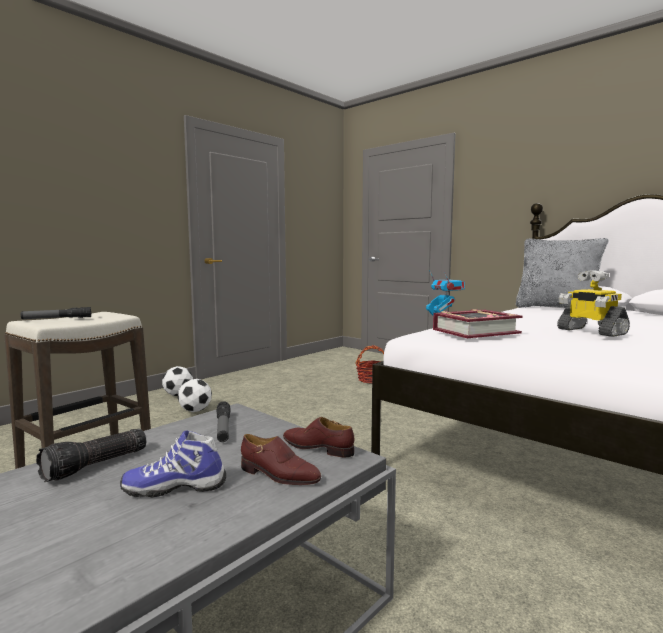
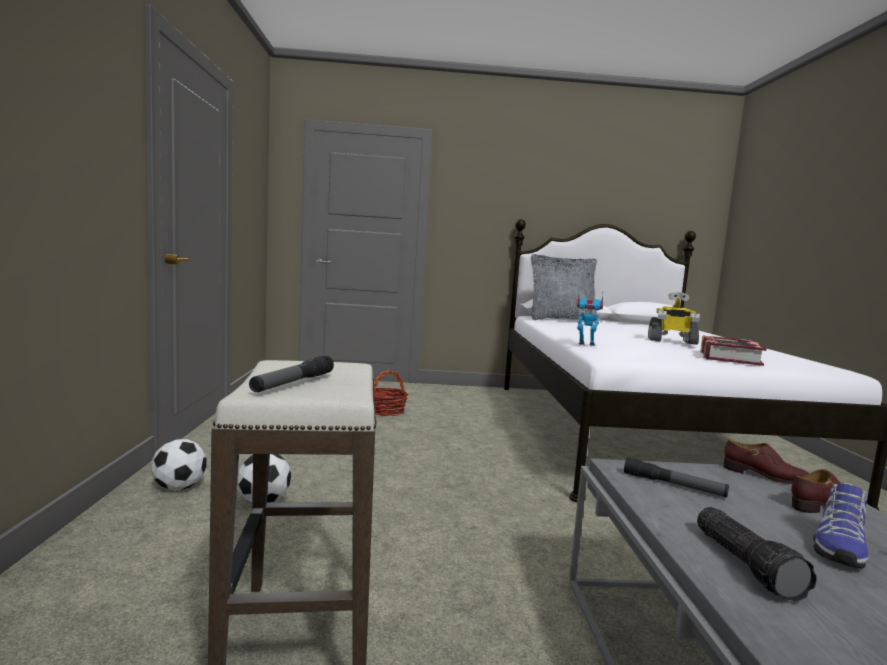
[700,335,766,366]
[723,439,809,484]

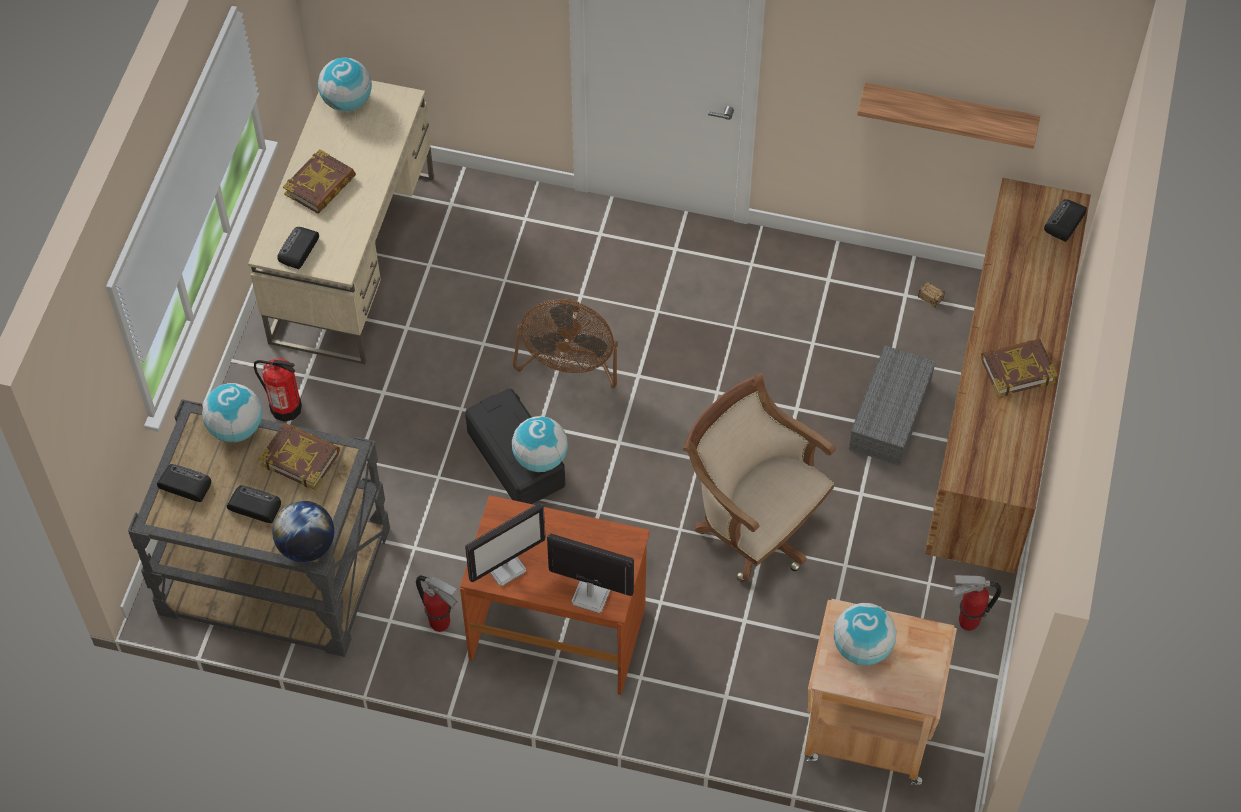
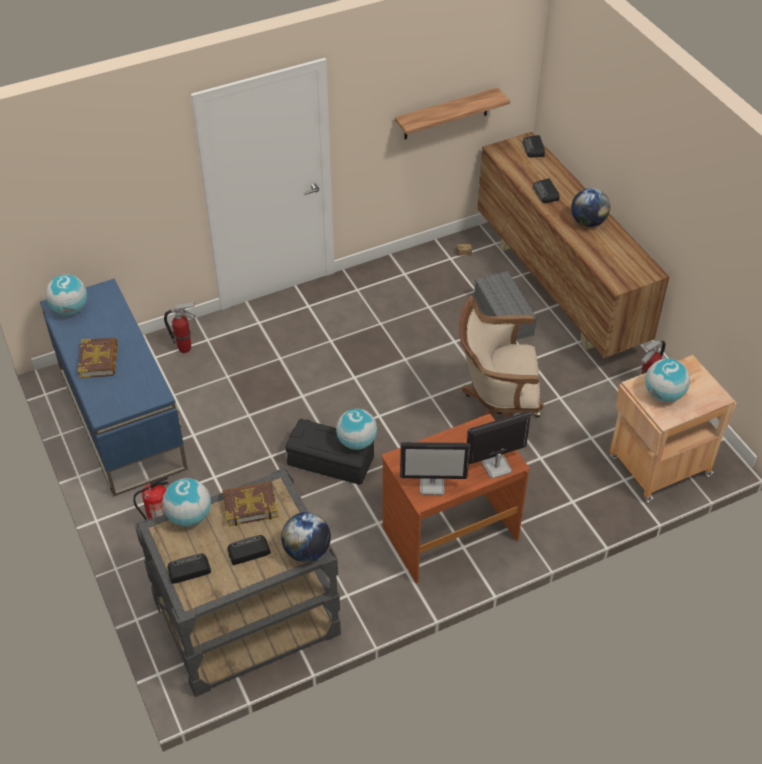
[40,279,188,497]
[164,302,196,353]
[400,442,470,495]
[533,178,559,203]
[571,188,610,227]
[513,298,618,388] (first image)

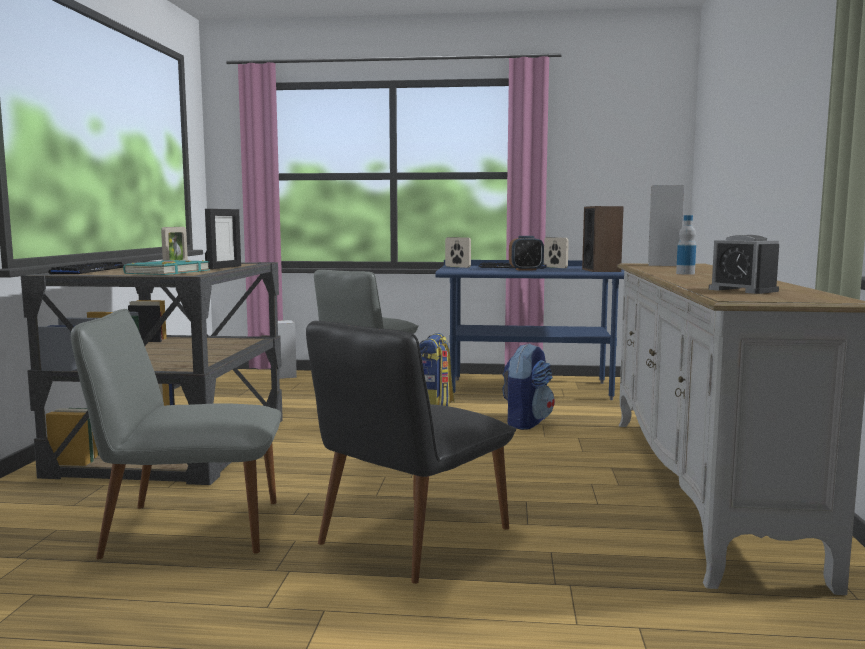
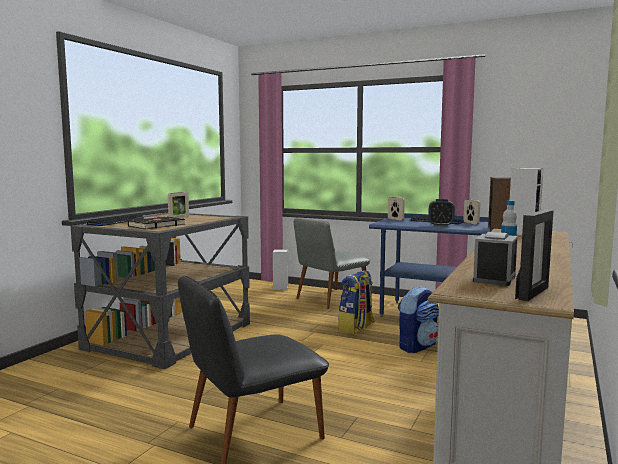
[128,216,185,229]
[473,232,518,286]
[515,210,554,301]
[71,309,281,560] (first image)

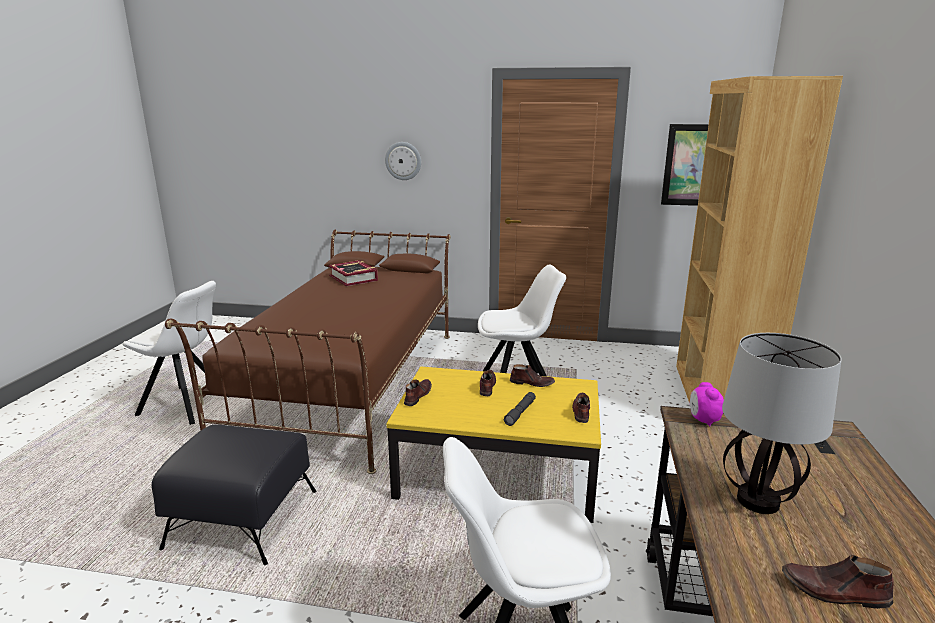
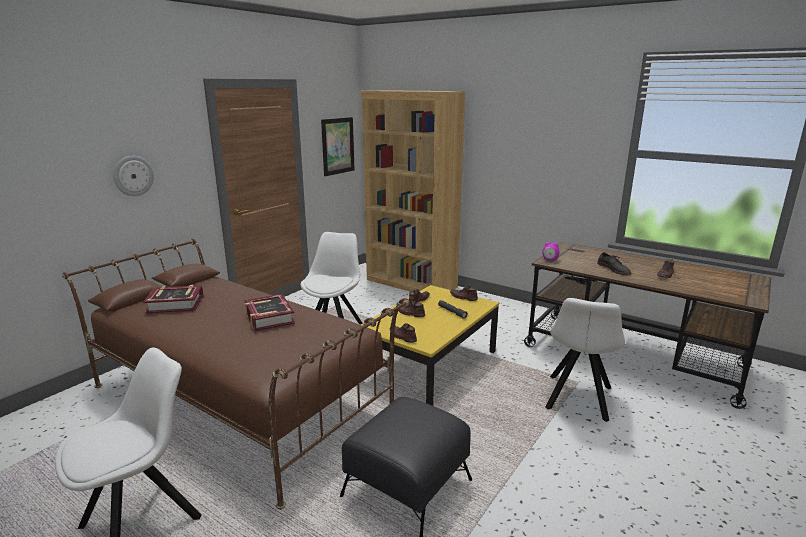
[245,294,295,331]
[597,252,631,275]

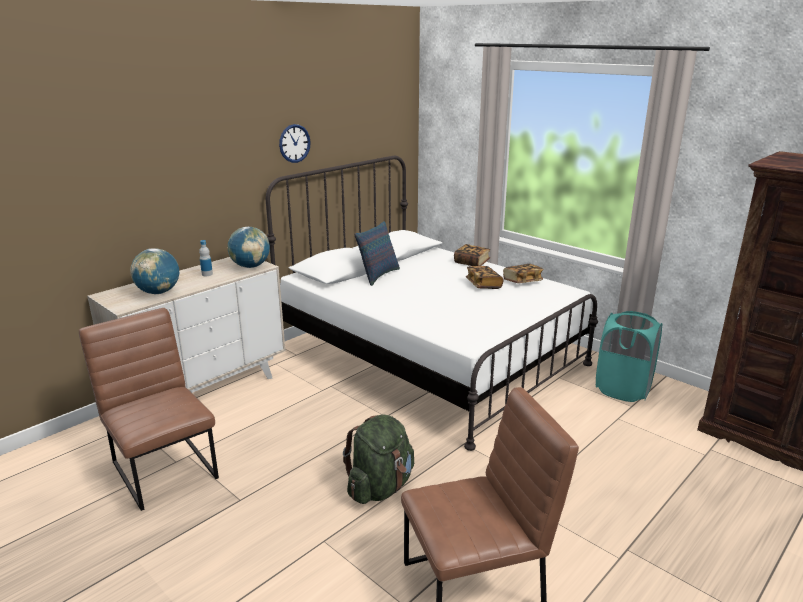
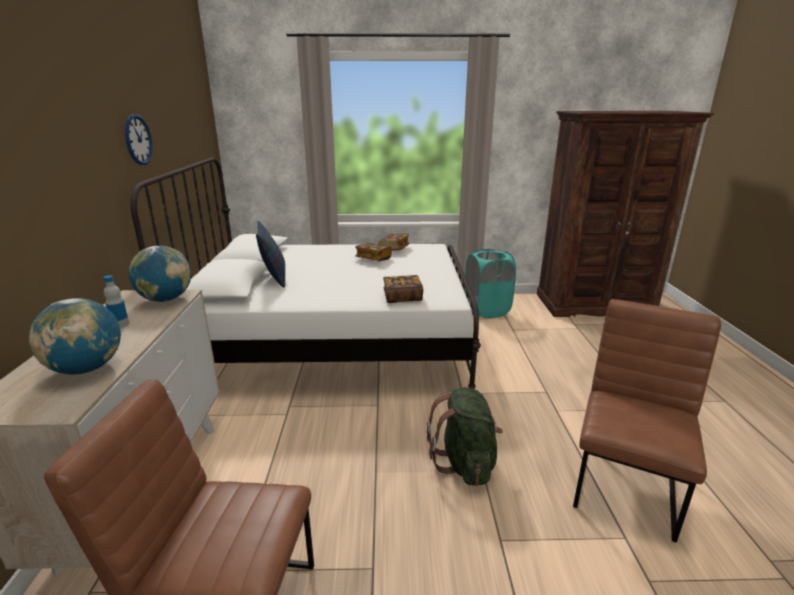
[383,275,423,303]

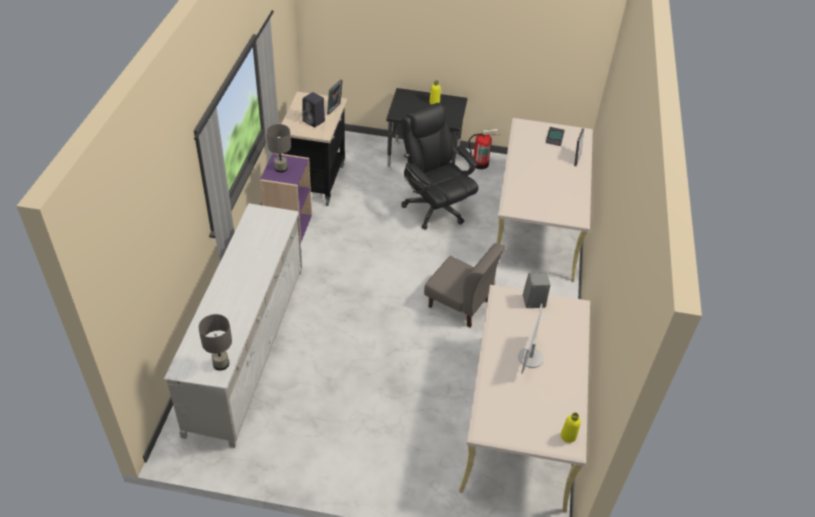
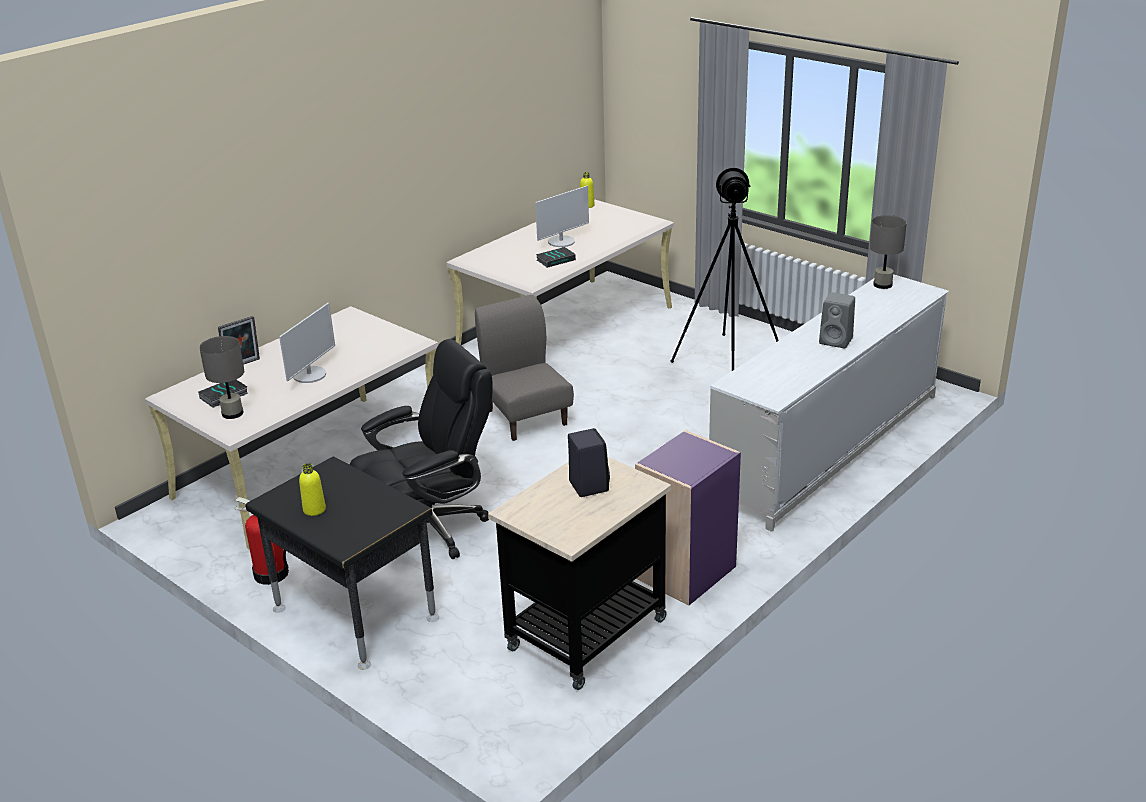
[200,336,244,419]
[279,303,335,383]
[350,339,493,559]
[536,247,576,268]
[670,168,779,371]
[819,292,855,348]
[327,79,343,115] (first image)

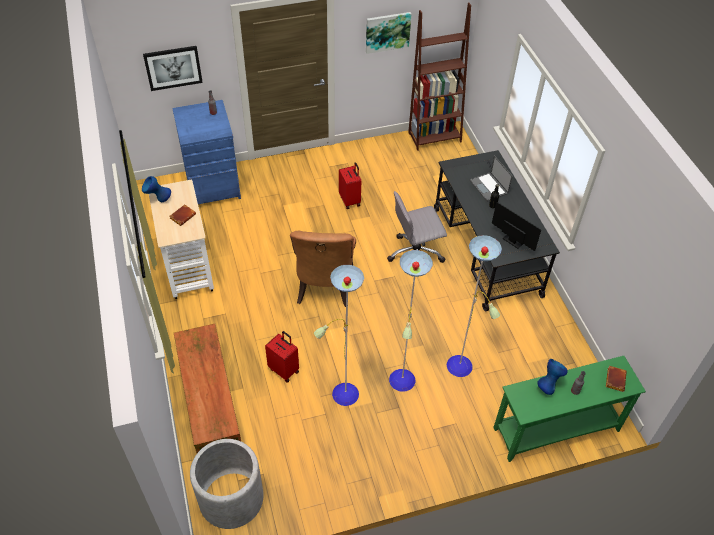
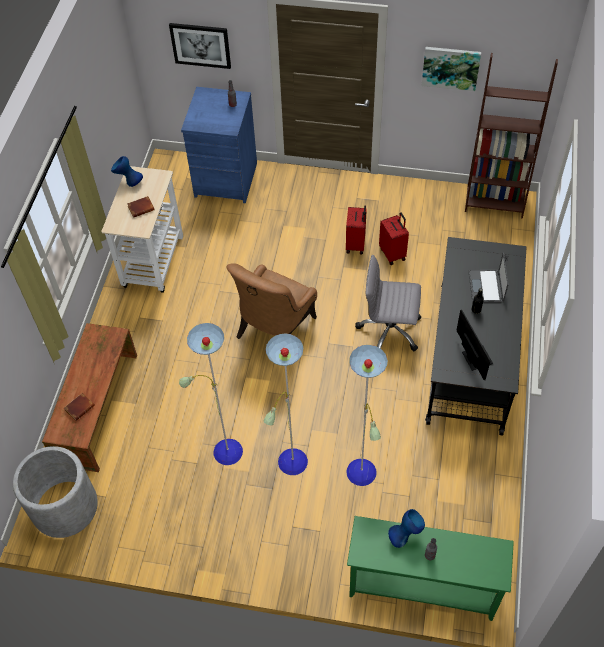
[64,393,95,421]
[379,212,409,265]

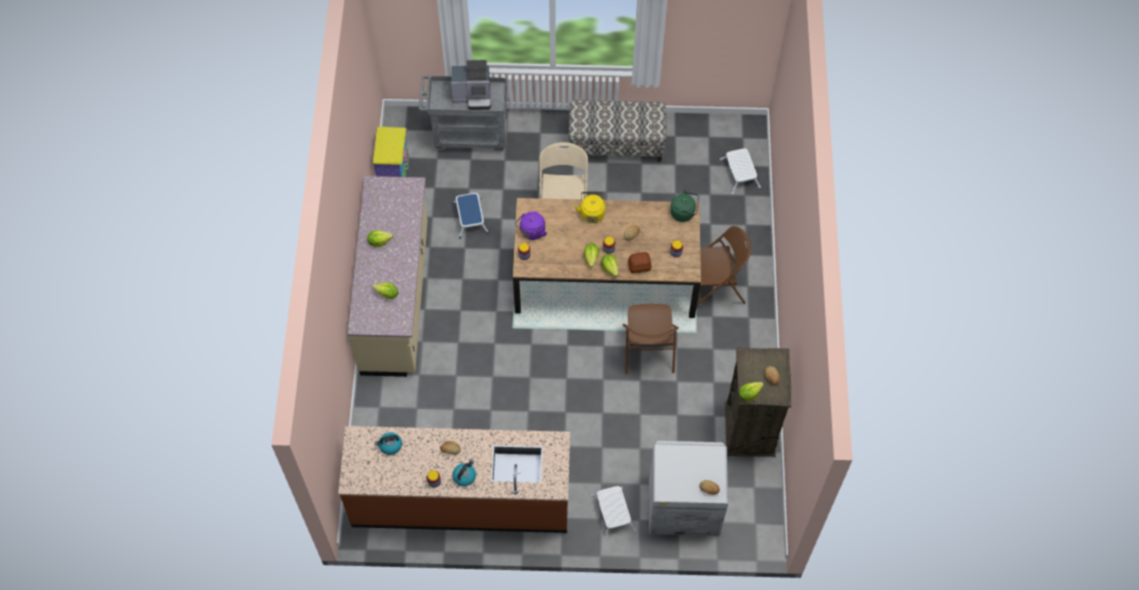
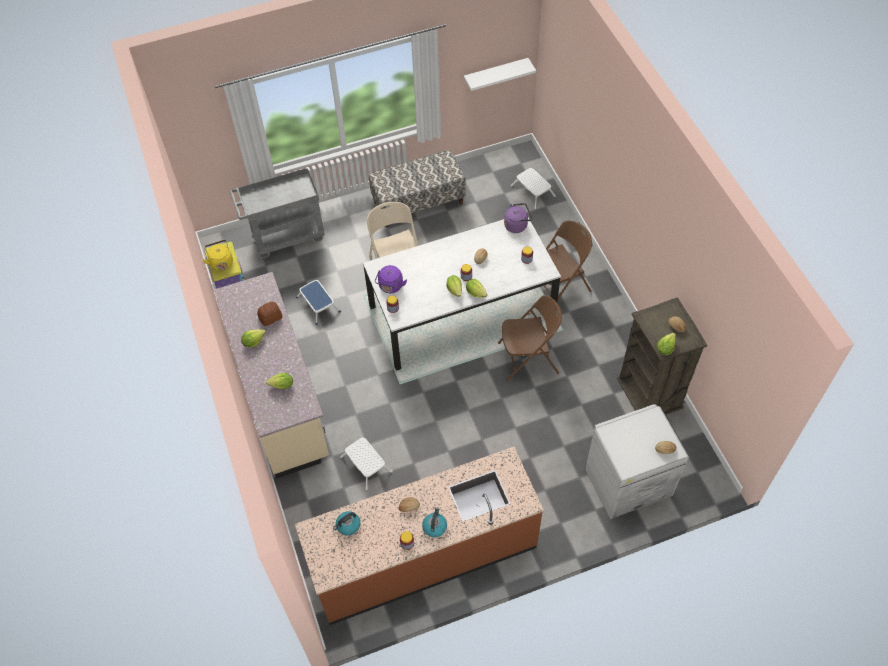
[203,240,233,271]
[257,302,283,326]
[340,437,393,490]
[363,217,561,371]
[464,58,536,91]
[498,295,562,382]
[504,203,532,233]
[451,60,491,110] (first image)

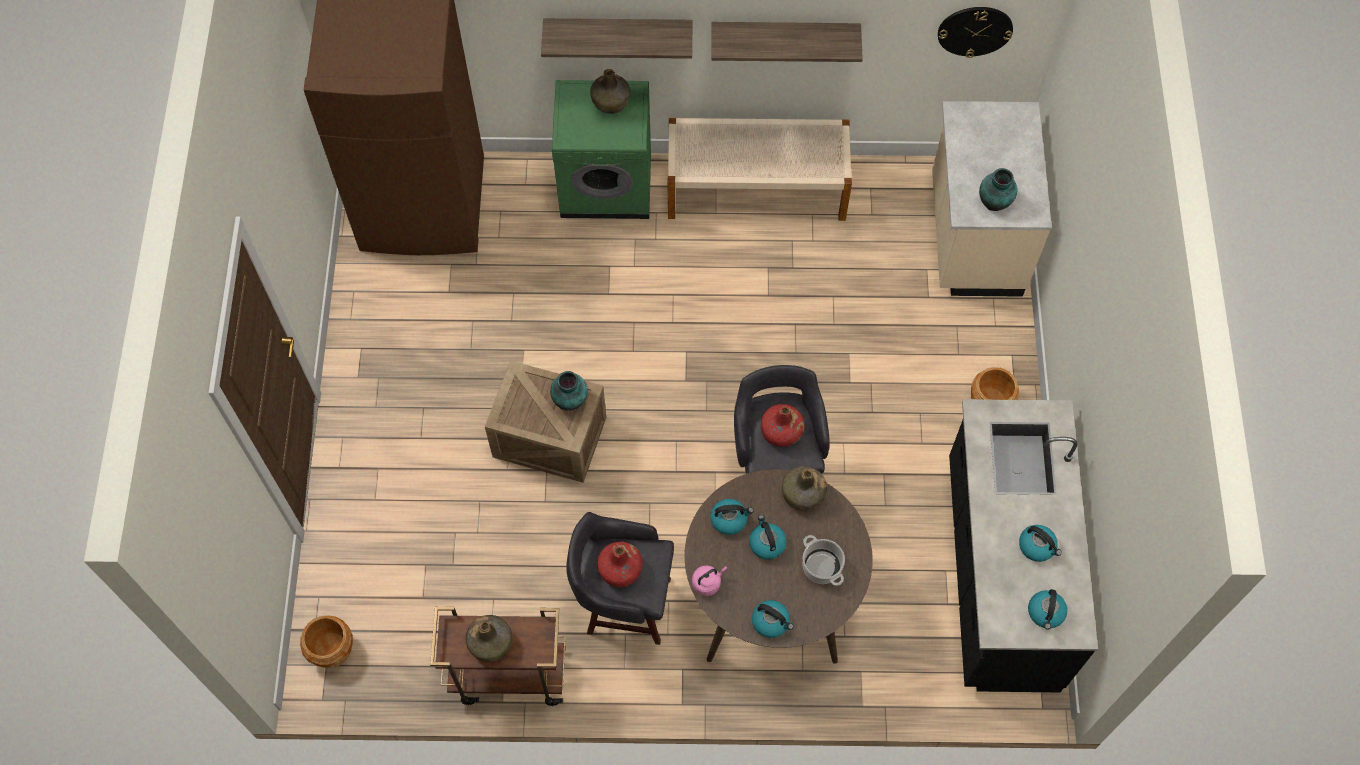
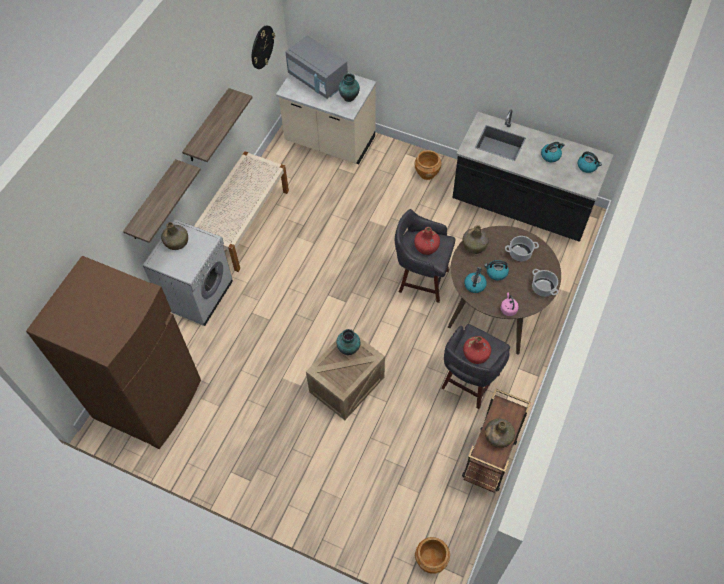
[143,219,233,326]
[285,35,348,99]
[532,269,559,297]

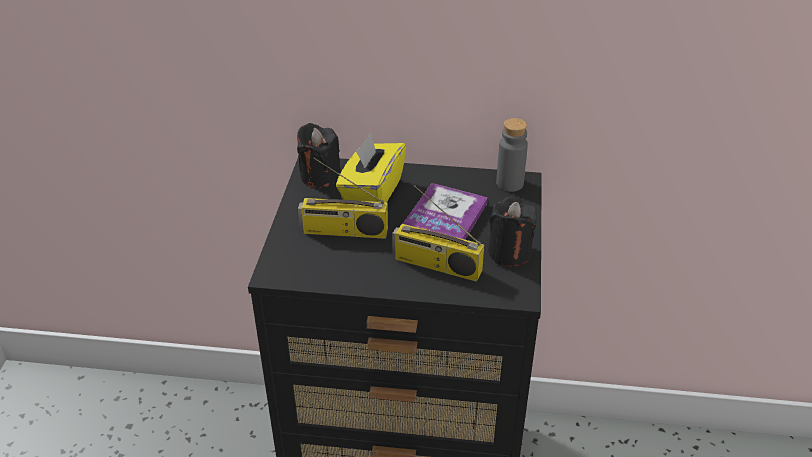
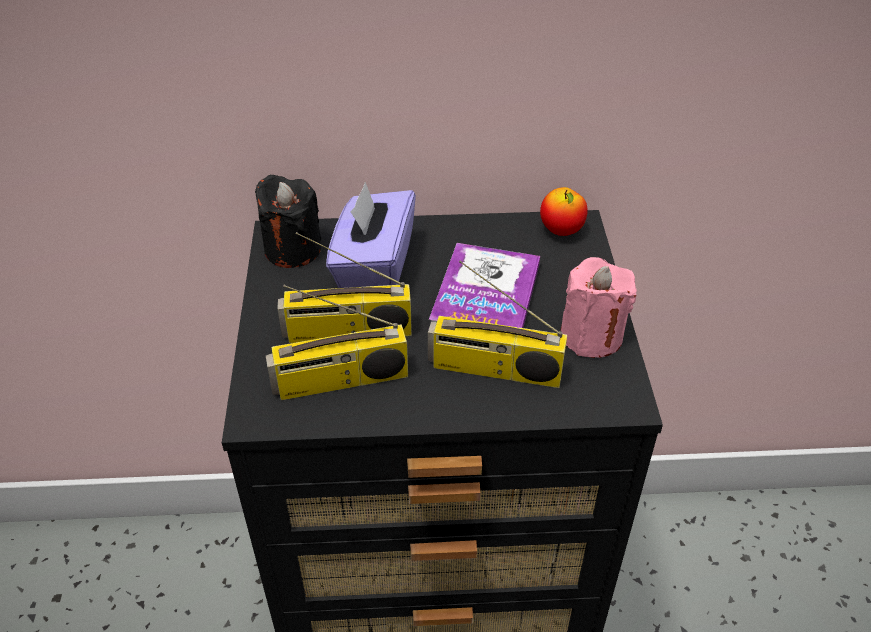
[266,285,408,400]
[326,182,416,288]
[540,187,588,236]
[561,257,637,358]

